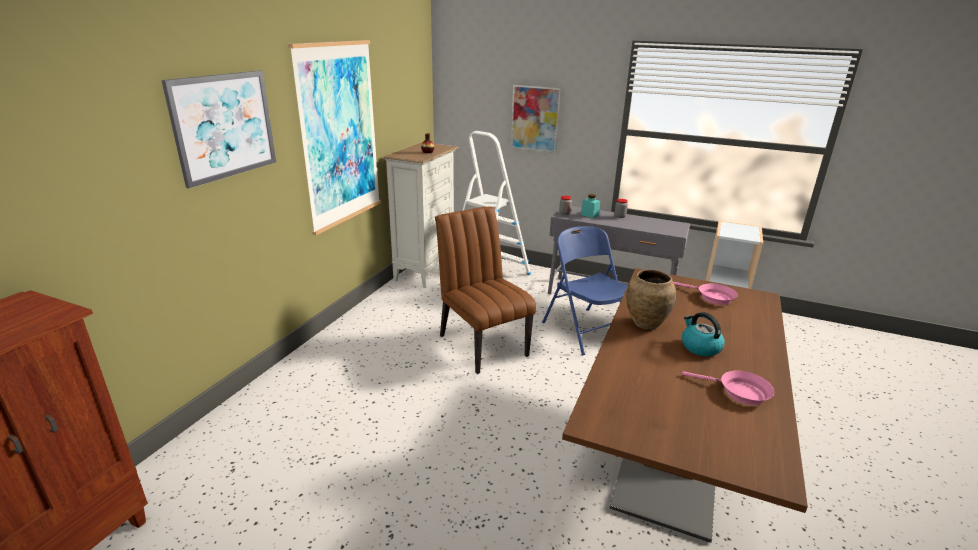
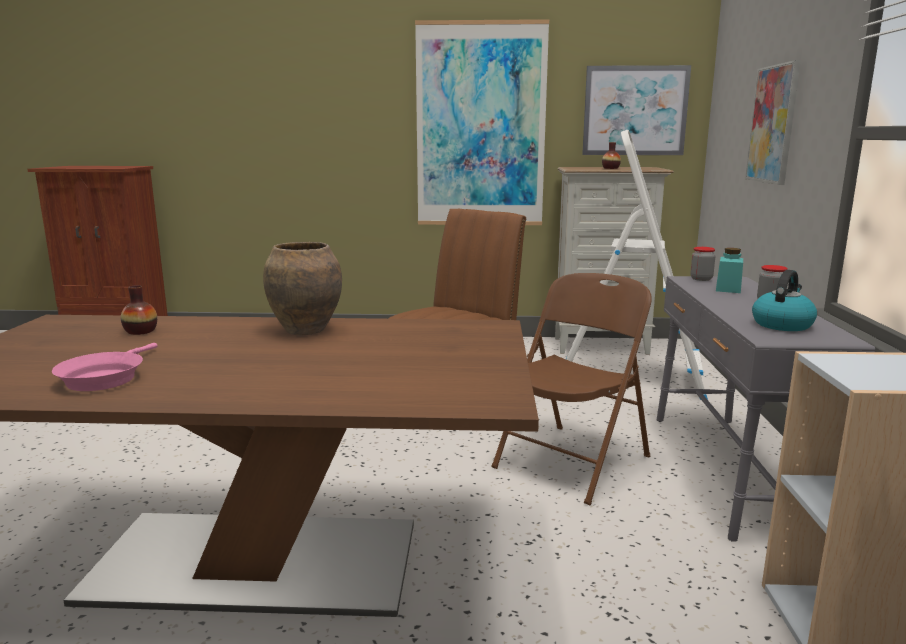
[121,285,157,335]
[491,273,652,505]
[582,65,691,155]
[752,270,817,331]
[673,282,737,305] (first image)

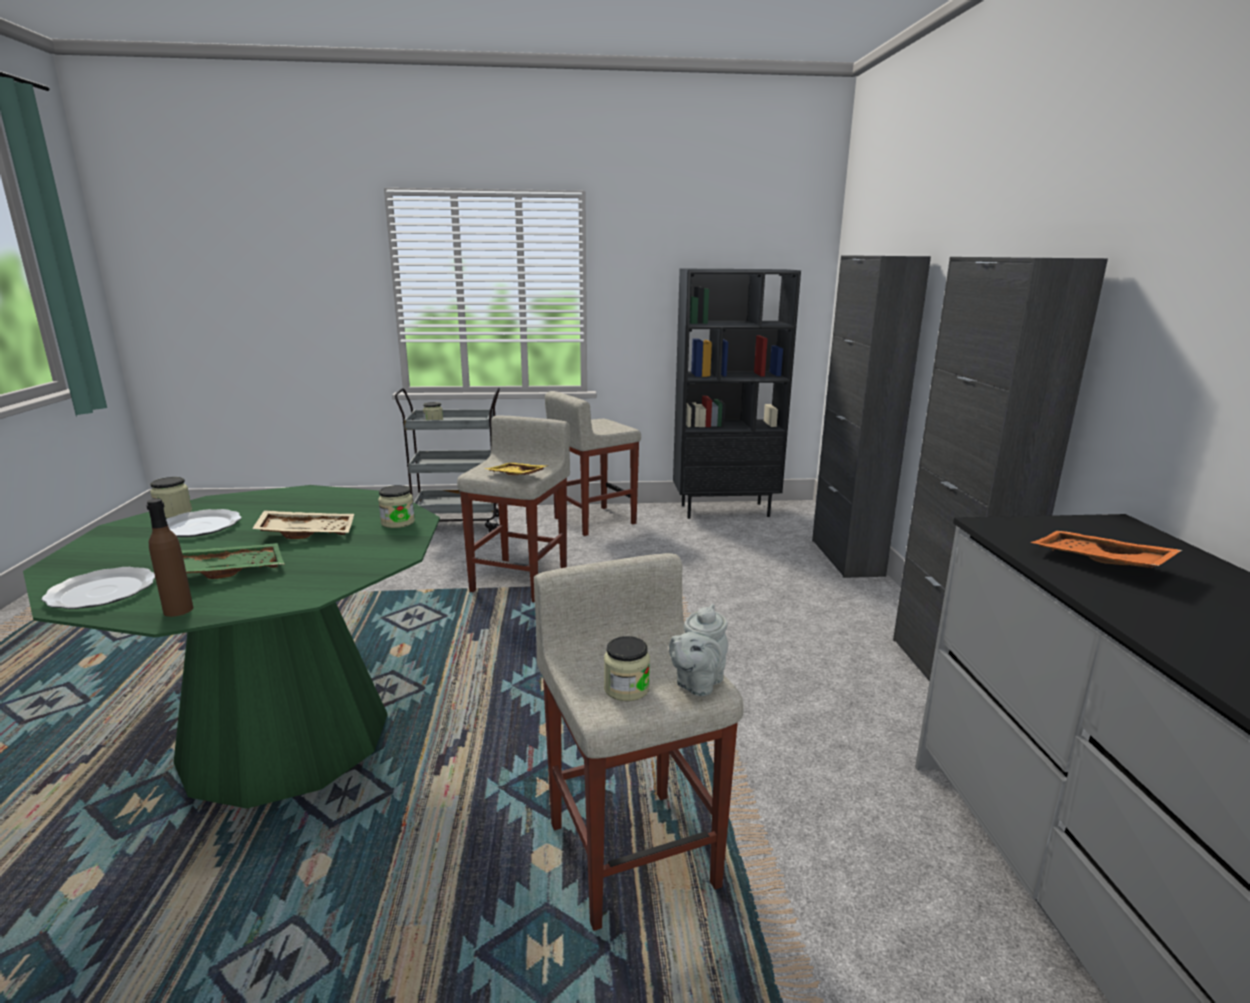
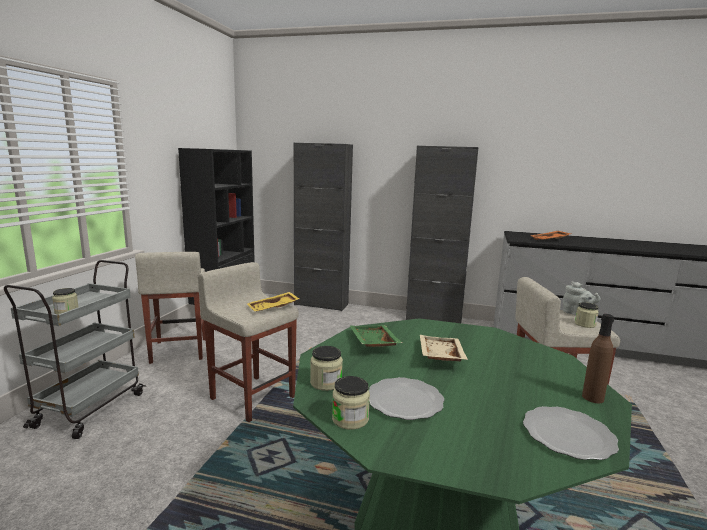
[310,346,343,391]
[350,325,402,347]

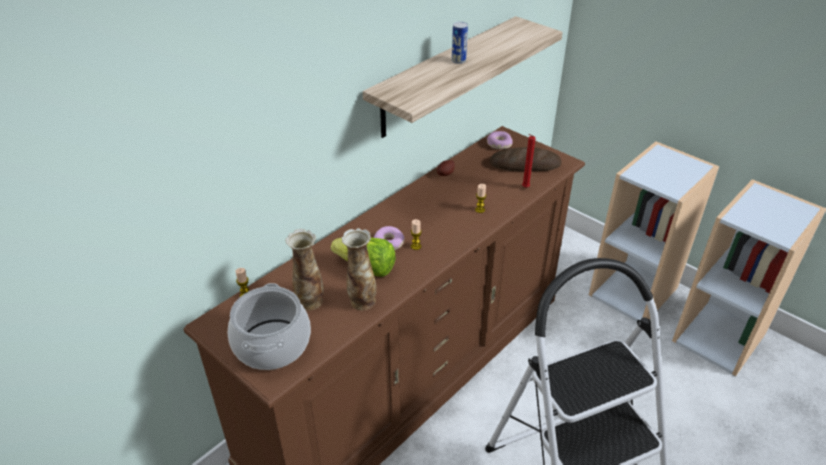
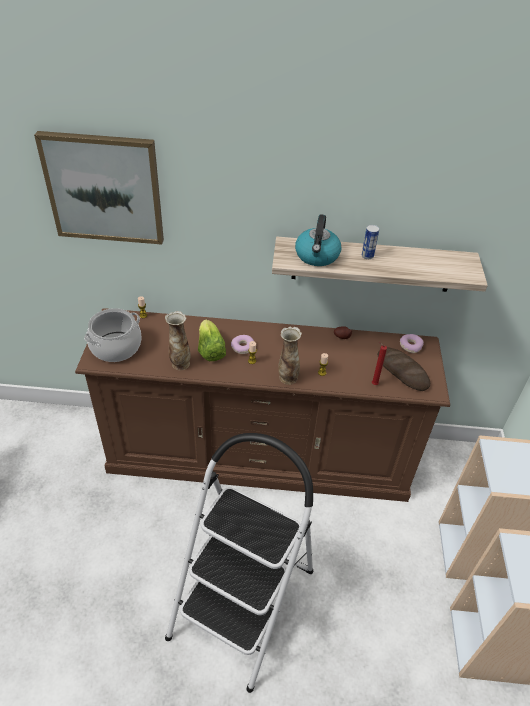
[34,131,164,245]
[278,327,302,385]
[295,214,341,266]

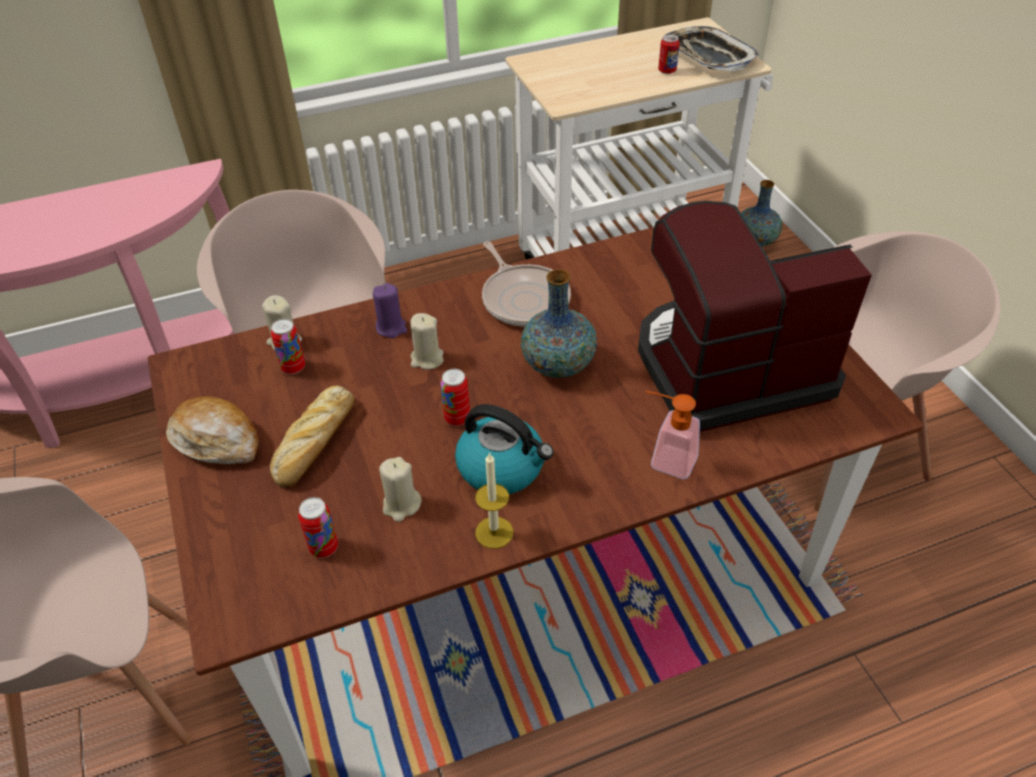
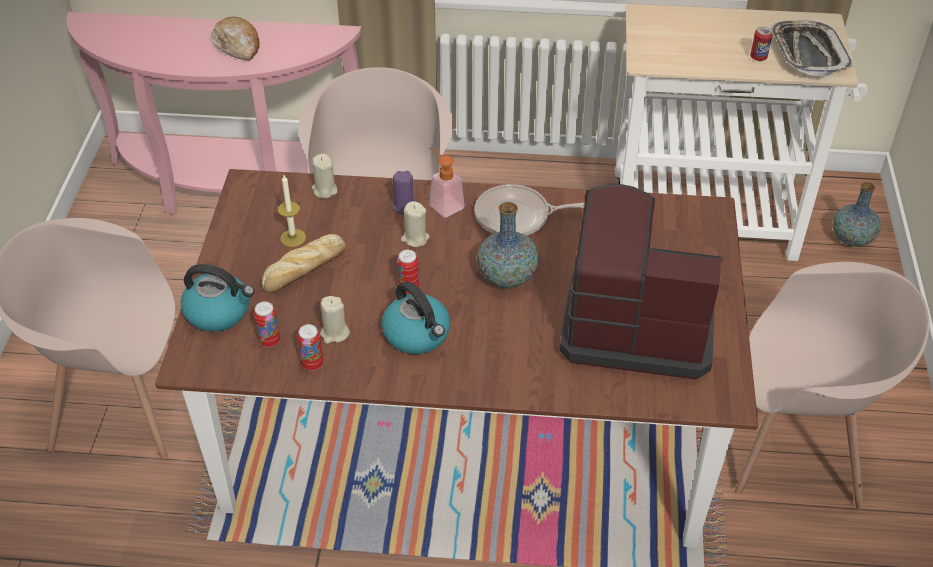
[181,264,254,332]
[211,17,260,61]
[278,175,306,247]
[298,324,323,371]
[429,147,465,218]
[475,184,585,236]

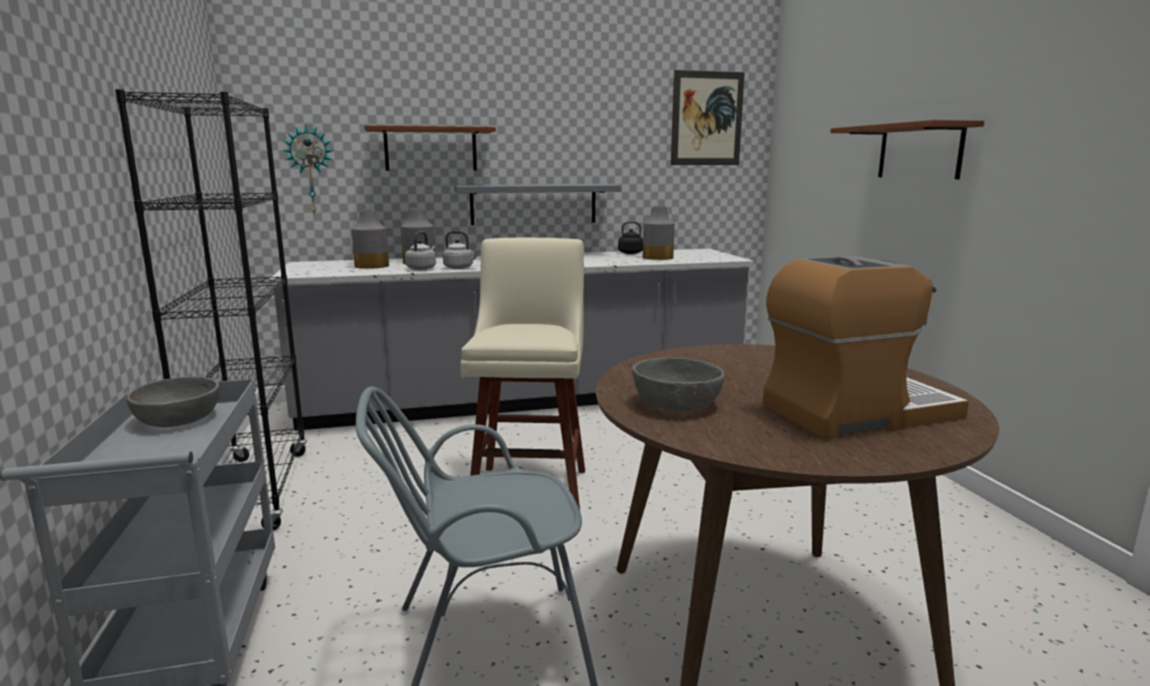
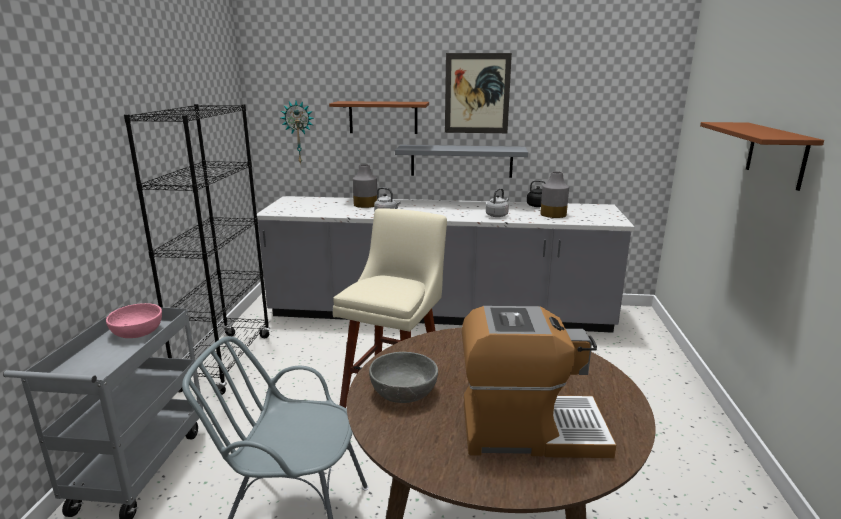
[106,303,162,338]
[445,53,512,133]
[486,188,509,217]
[352,210,389,269] (first image)

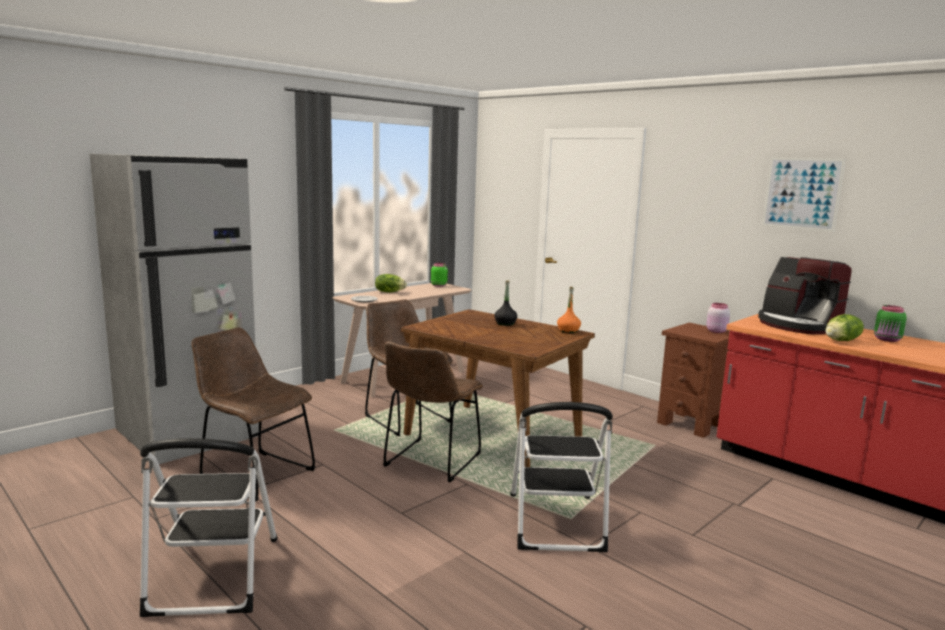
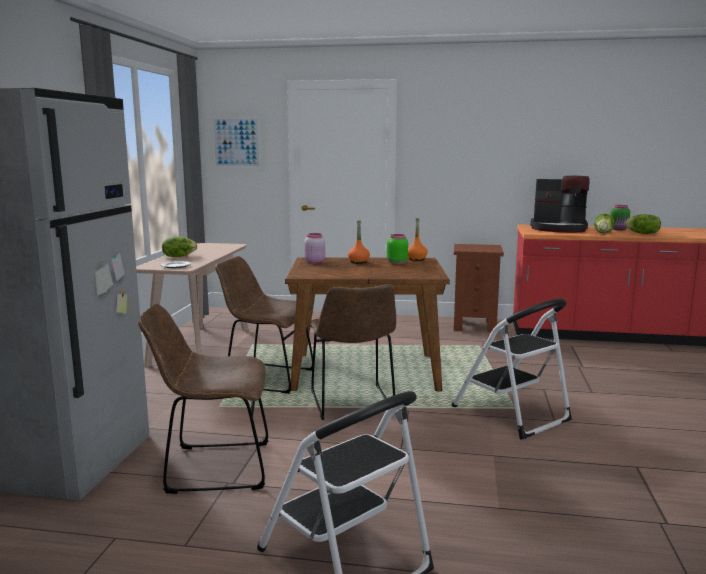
[212,117,261,168]
[304,233,325,263]
[348,220,370,264]
[387,234,408,264]
[624,214,661,234]

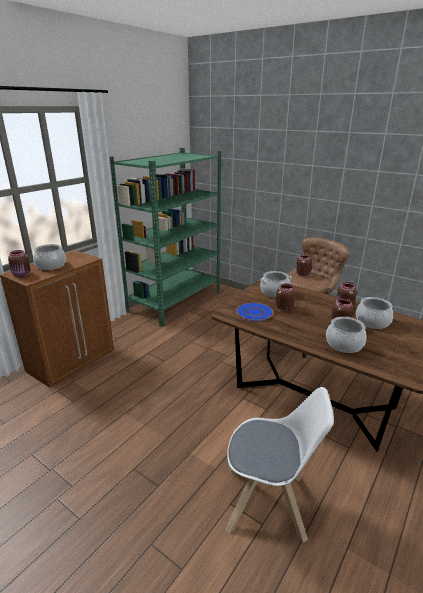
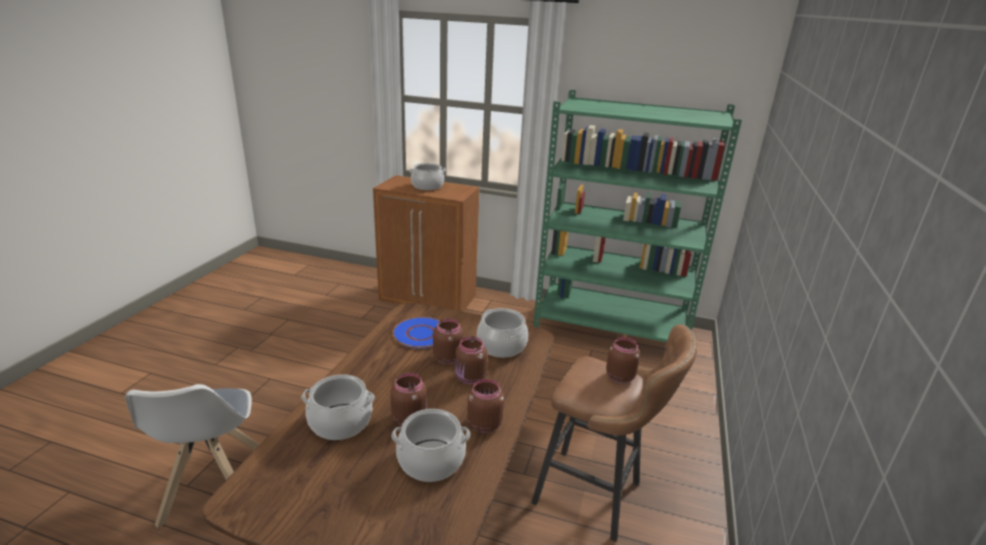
[455,336,487,384]

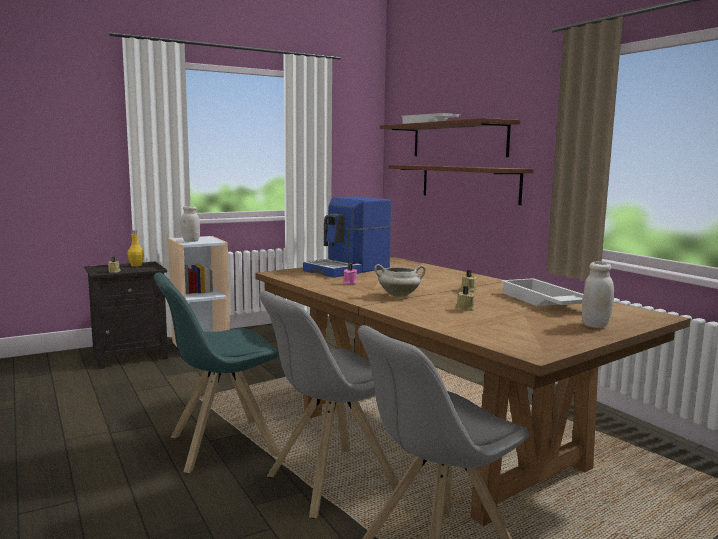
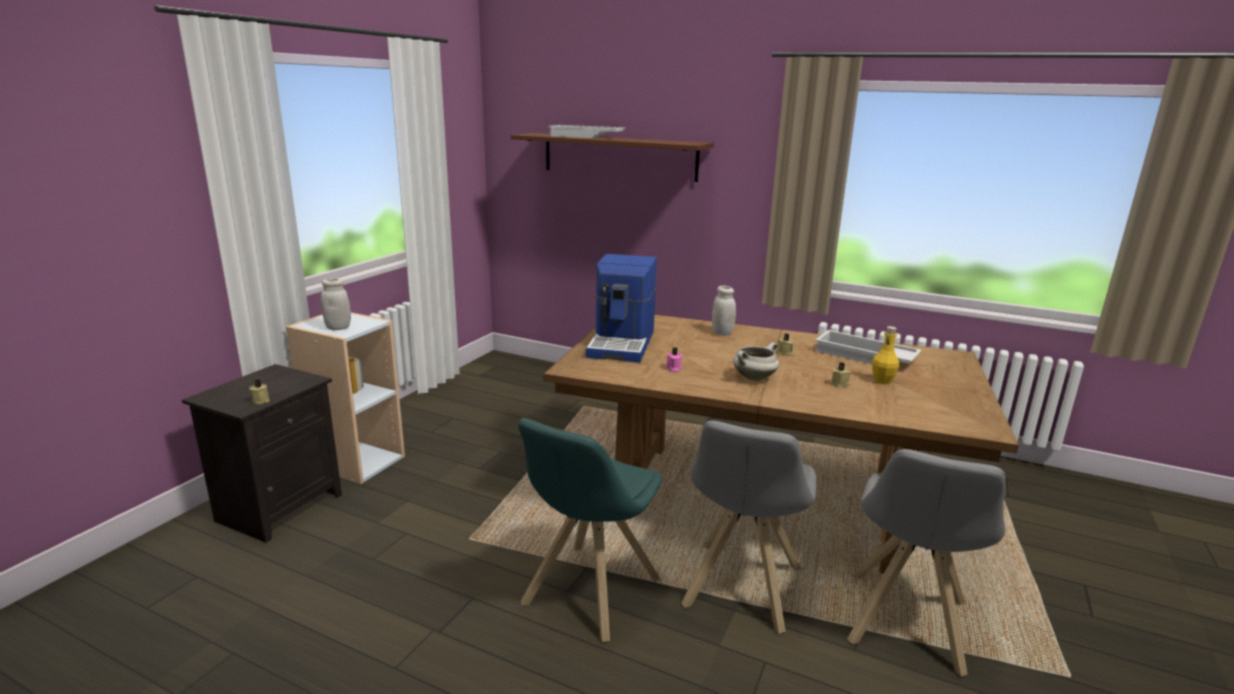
[712,286,736,336]
[872,326,899,384]
[388,165,534,205] (first image)

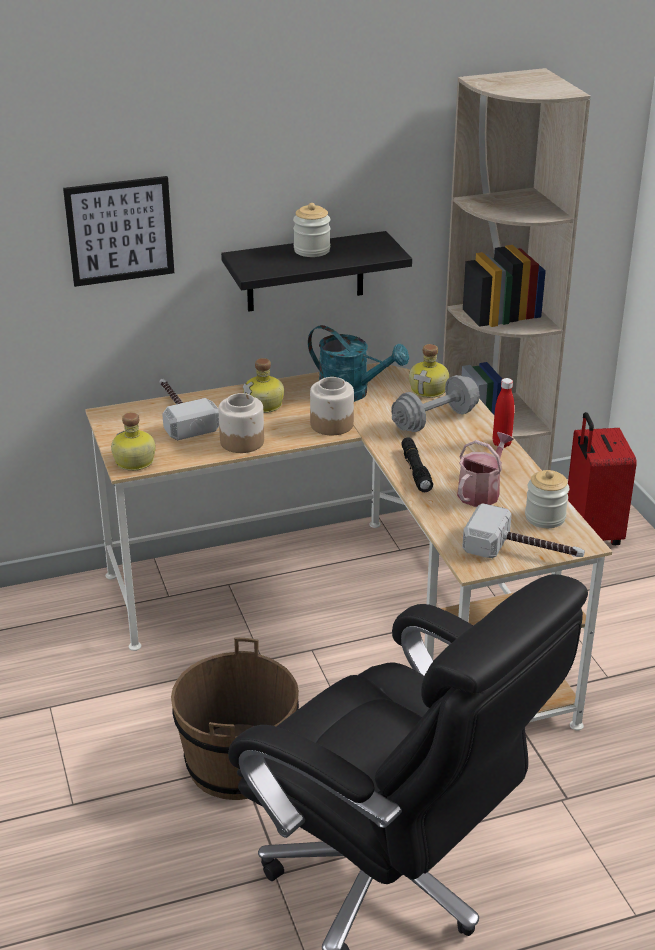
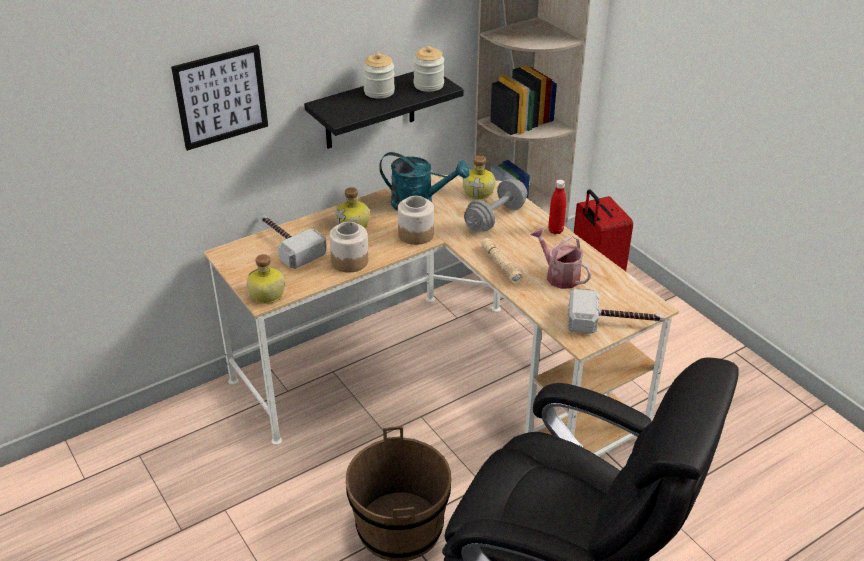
[413,46,444,92]
[481,238,523,284]
[531,228,592,289]

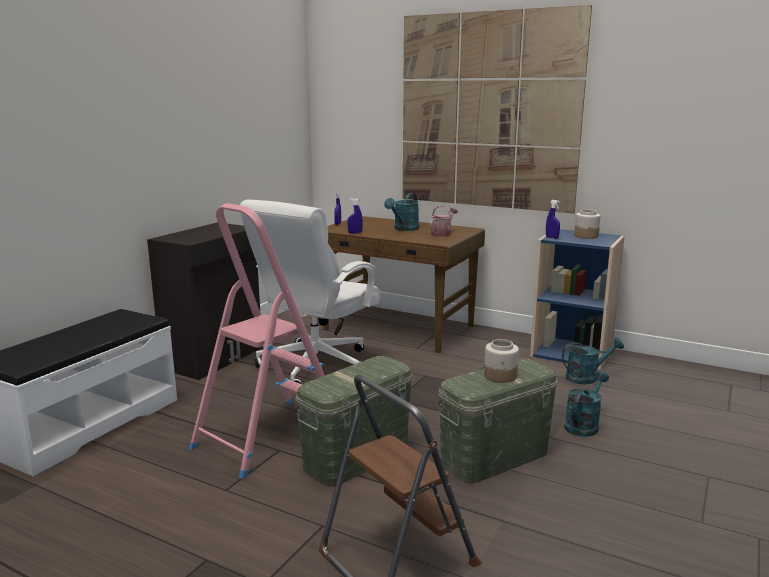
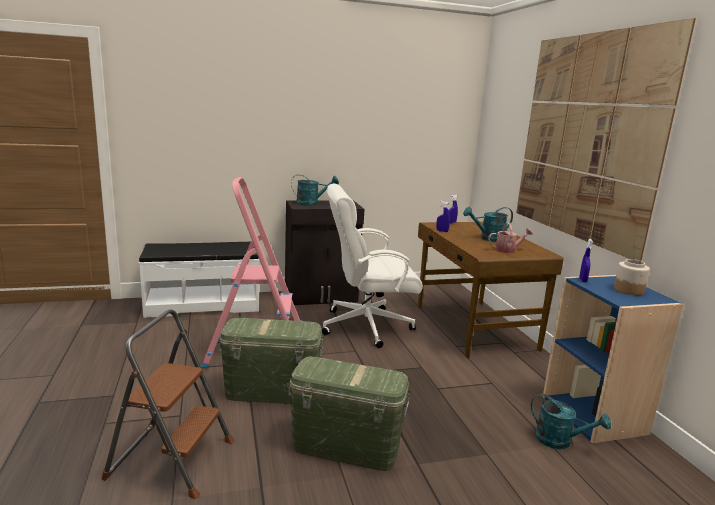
[291,175,339,206]
[484,339,519,383] (first image)

